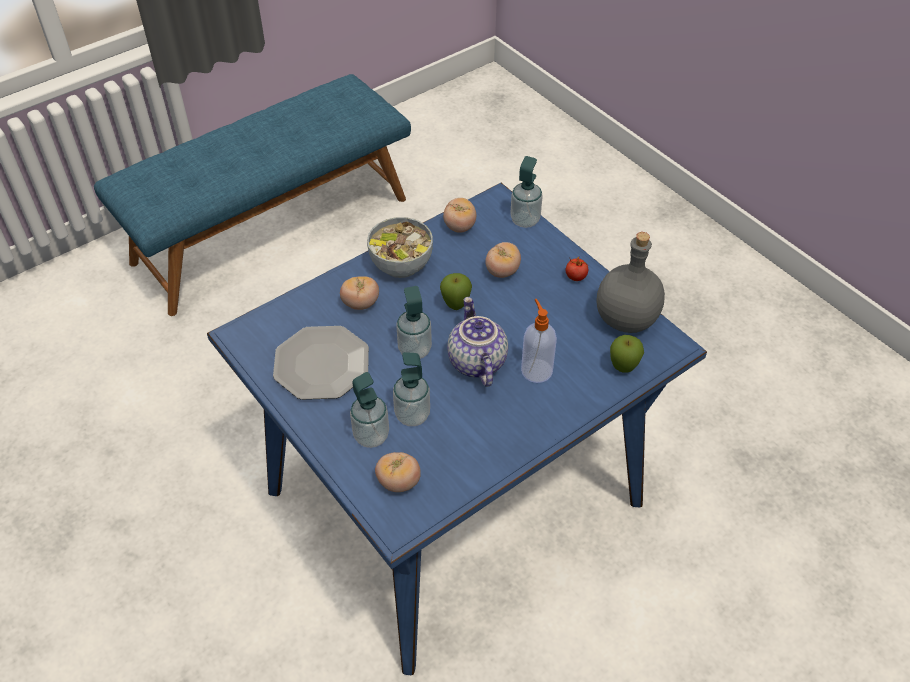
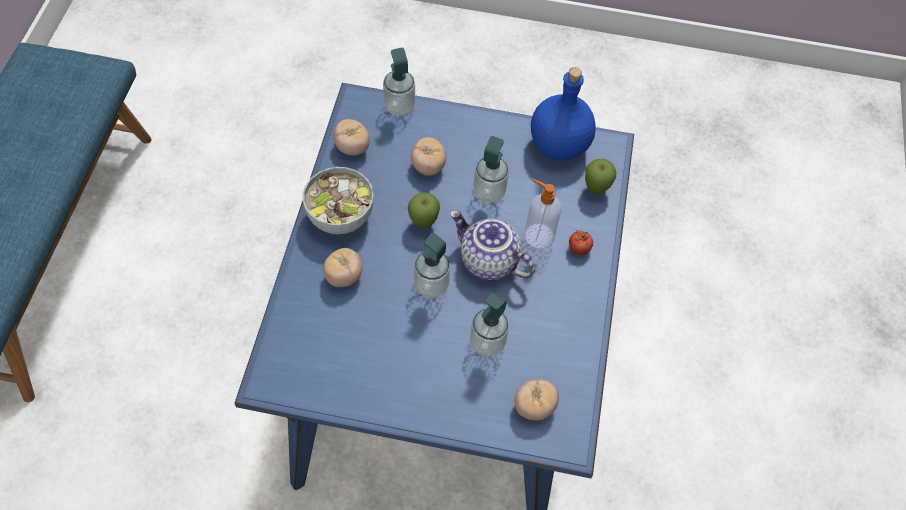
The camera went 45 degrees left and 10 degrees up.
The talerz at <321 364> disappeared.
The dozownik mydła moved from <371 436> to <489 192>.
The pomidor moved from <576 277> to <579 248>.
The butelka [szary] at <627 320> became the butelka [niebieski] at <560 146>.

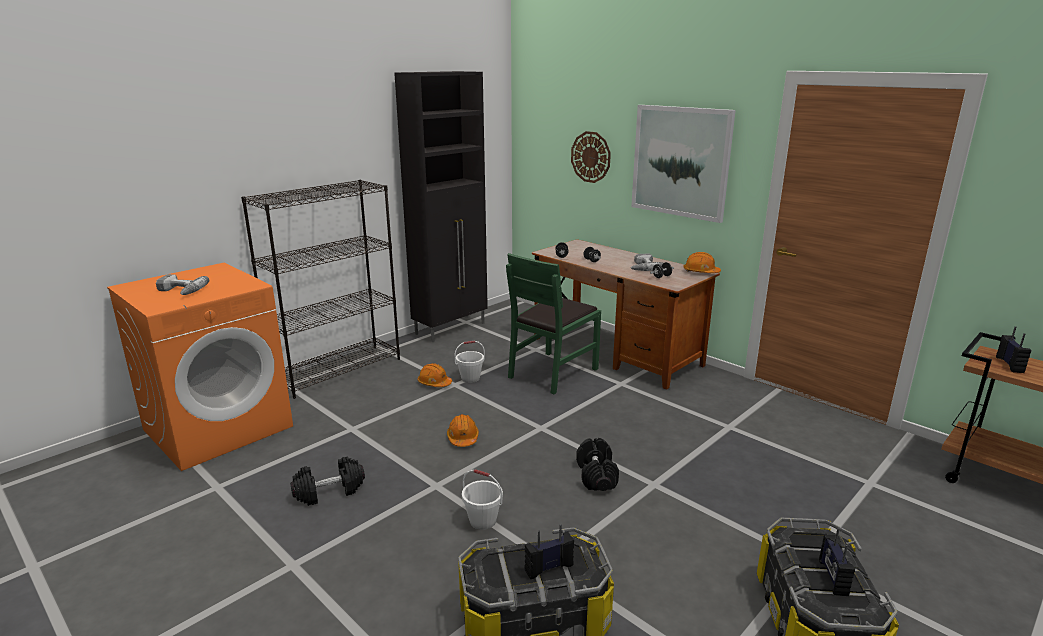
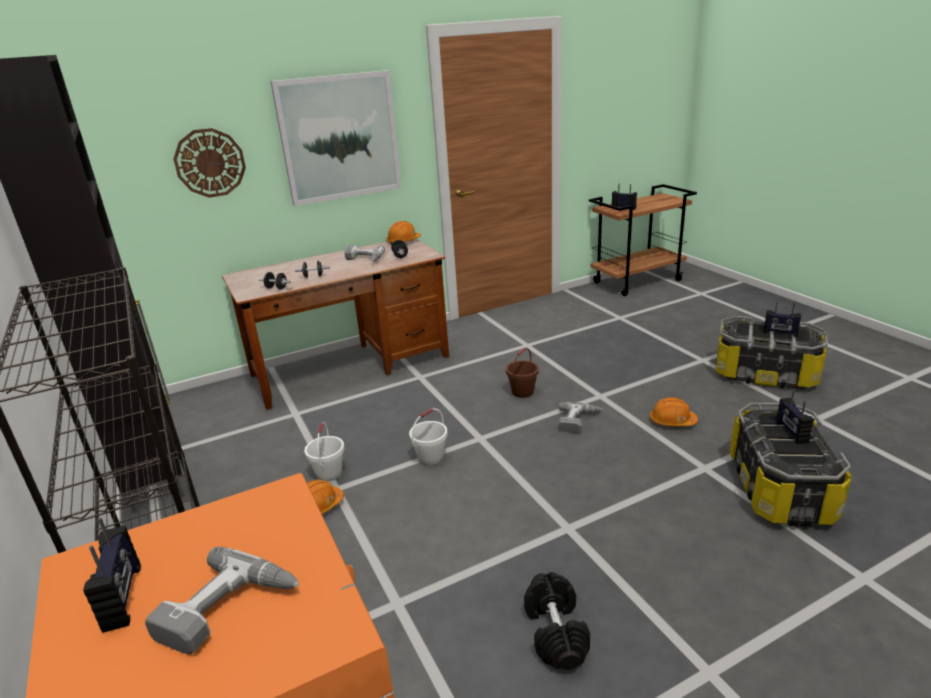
The camera went 70 degrees left and 5 degrees up.
The krzesło [zielony] at <552 372> disappeared.
The radio at <124 597> appeared.
The wiadro [brązowy] at <522 392> appeared.
The kask [pomarańczowy] moved from <463 438> to <672 421>.
The wiadro [biały] moved from <483 520> to <430 457>.
The hantel [czarny] at <596 475> was replaced by the wiertarka at <579 421>.

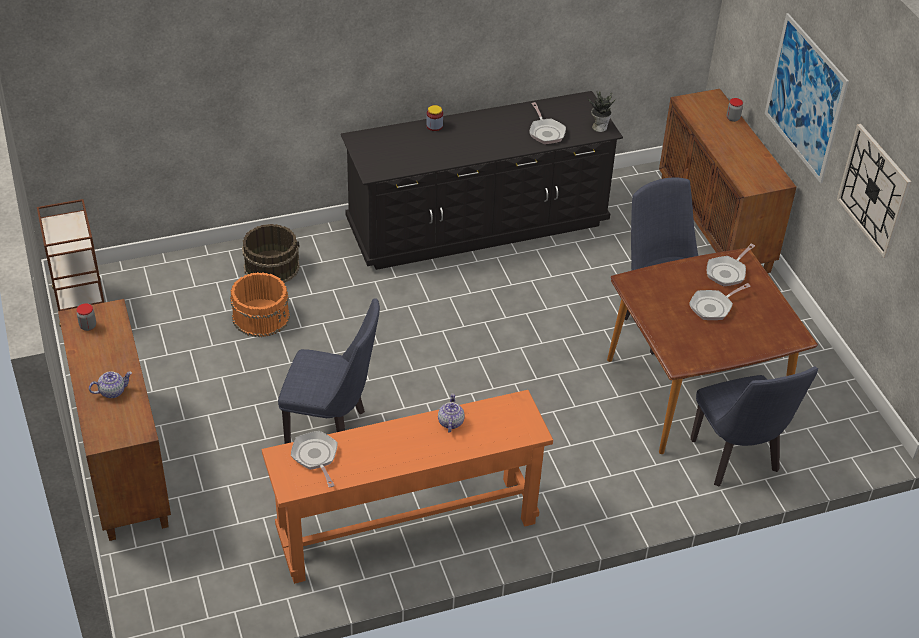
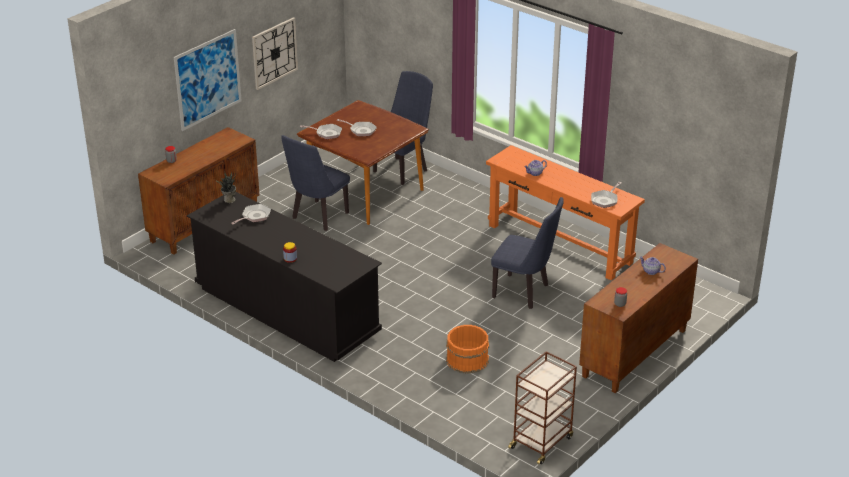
The camera went 120 degrees left and 10 degrees down.
The wiadro [brązowy] at <271 266> disappeared.
The krzesło [niebieski] at <333 430> turned 135 degrees clockwise.

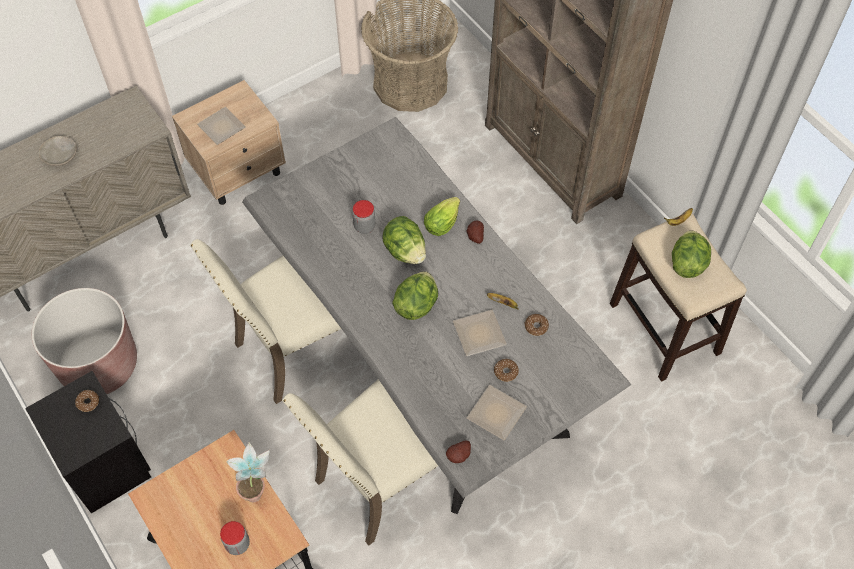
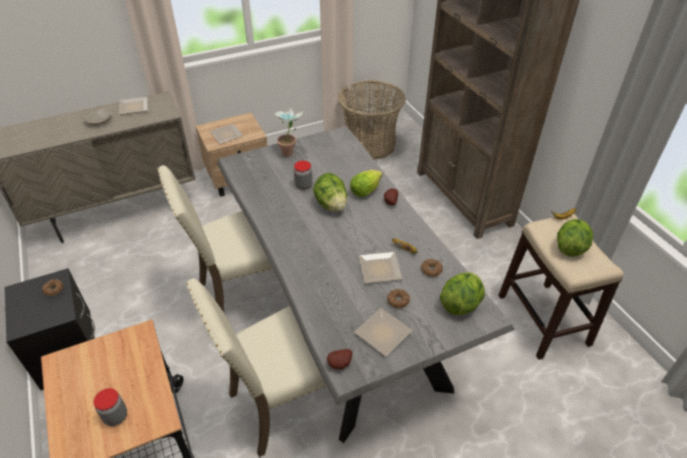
The camera went 10 degrees right and 15 degrees down.
The donica [brązowy] at <99 364> disappeared.
The talerz at <135 107> appeared.
The roślina doniczkowa moved from <257 490> to <290 151>.
The sałata moved from <416 304> to <460 304>.

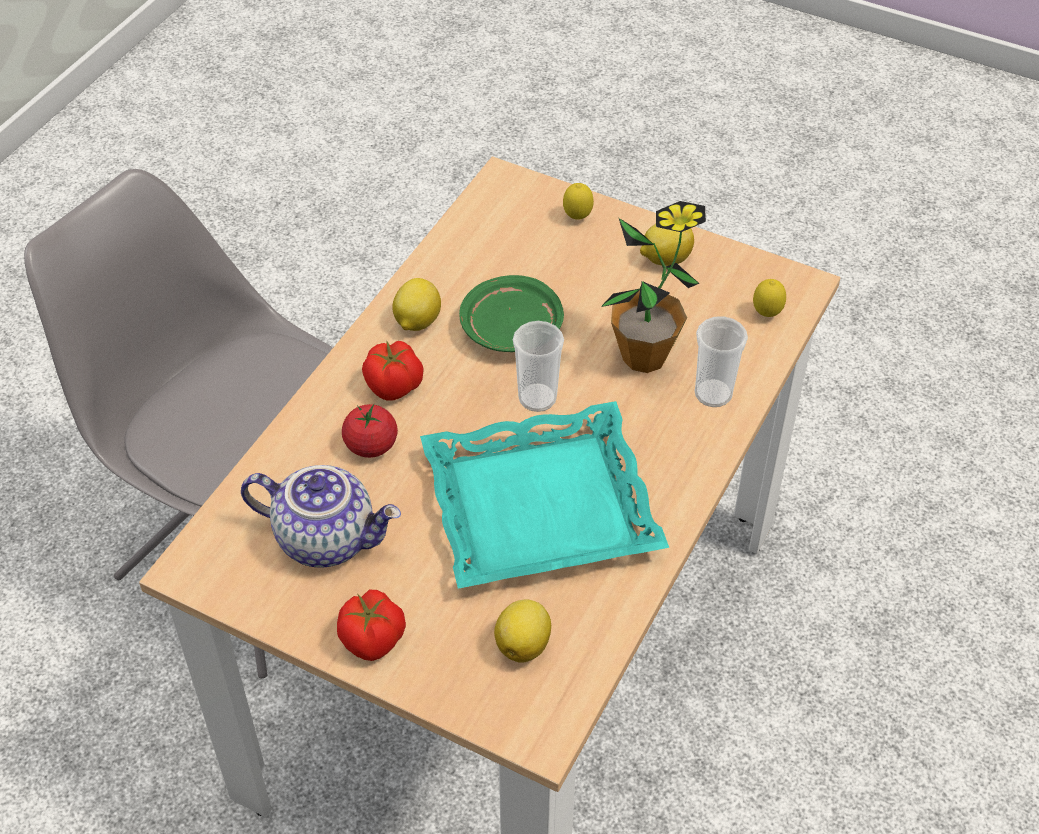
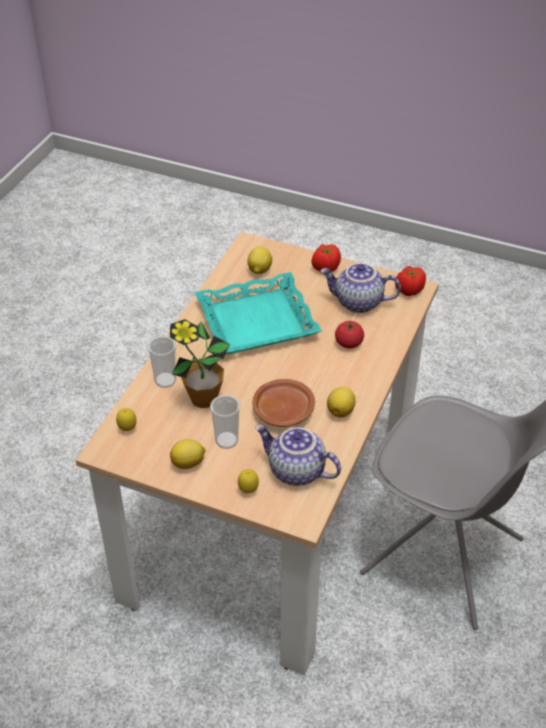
The camera went 175 degrees right and 5 degrees down.
The imbryk at <295 471> appeared.
The pomidor moved from <395 386> to <409 290>.
The filiżanka moved from <537 398> to <226 440>.
The talerz [zielony] at <511 329> became the talerz [brązowy] at <283 410>.

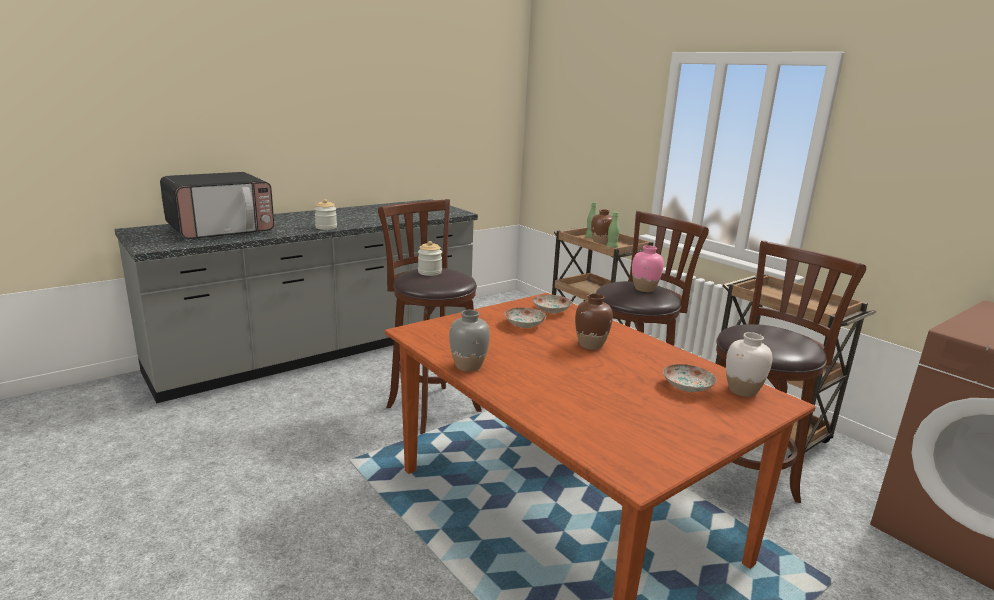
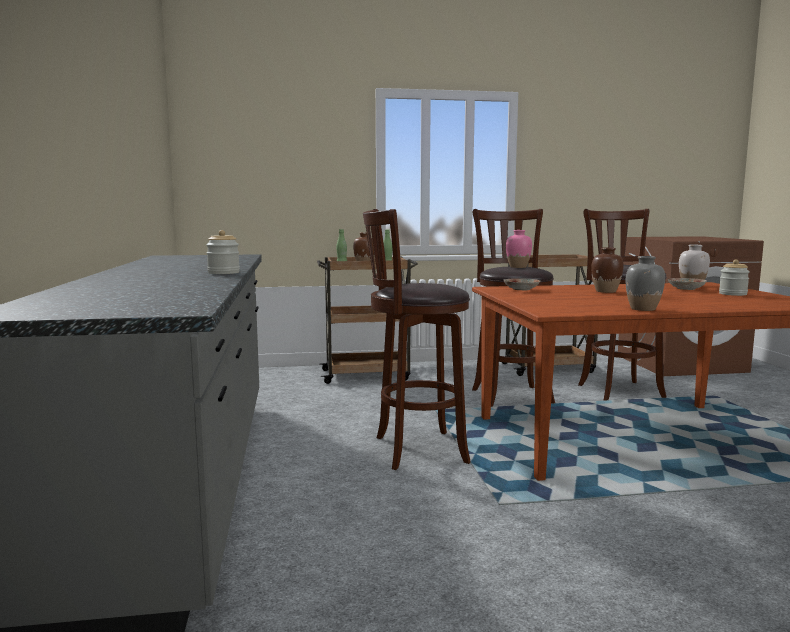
The camera went 60 degrees left and 10 degrees down.
The mikrofalówka at <221 229> disappeared.
The talerz at <524 324> disappeared.
The słoik moved from <429 272> to <732 294>.

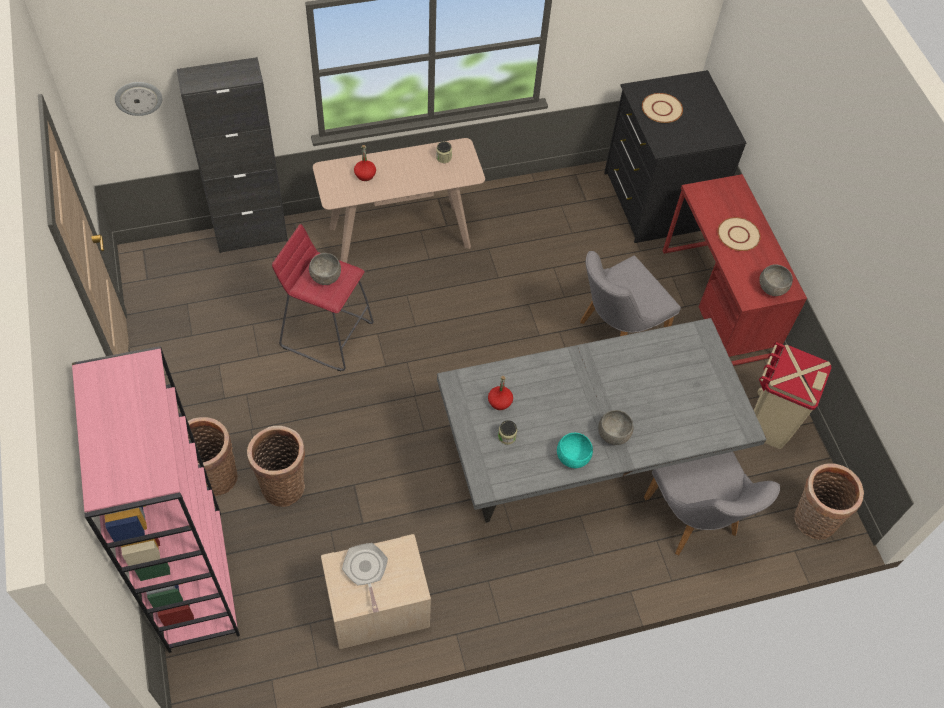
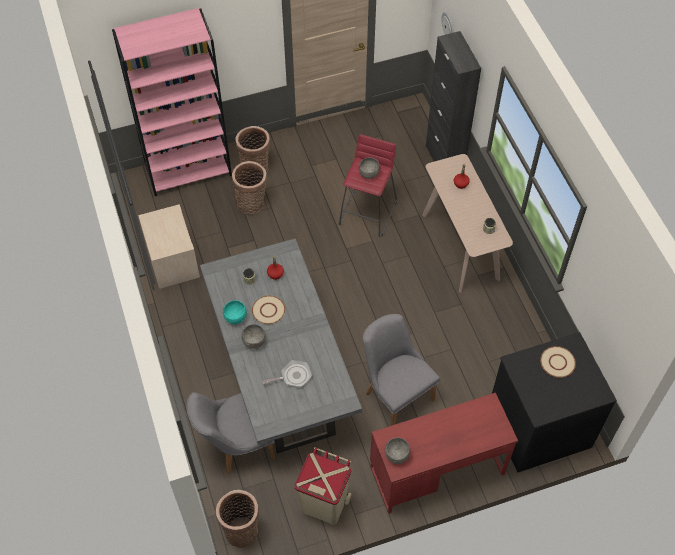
The camera went 90 degrees right and 0 degrees up.
The patelnia moved from <366 570> to <293 376>.
The talerz [beżowy] moved from <738 235> to <268 310>.

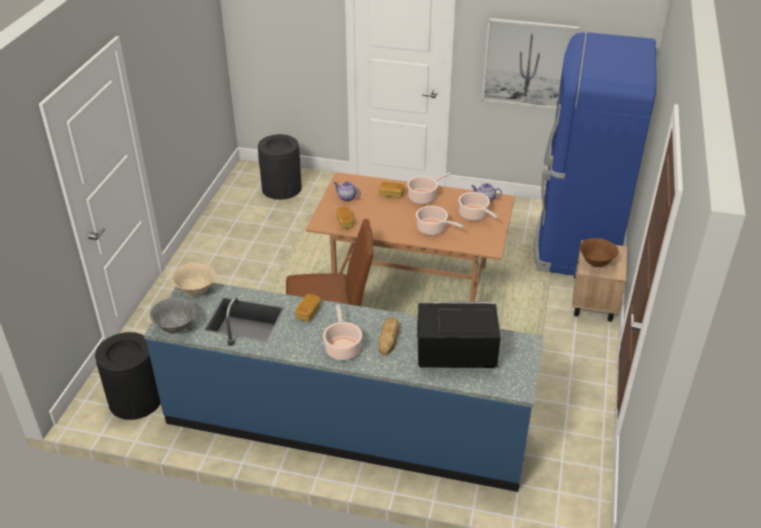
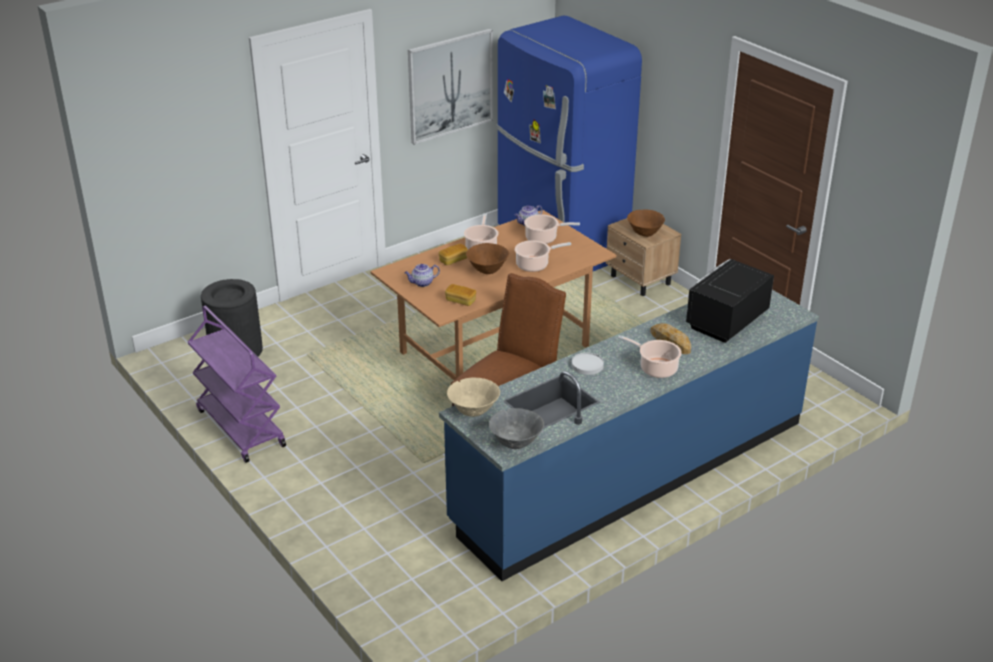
The camera went 50 degrees left and 5 degrees down.
The kosz na śmieci [czarny] at <135 399> disappeared.
The wózek [fioletowy] at <240 428> appeared.
The miska [brązowy] at <487 271> appeared.
The chleb at <308 313> was replaced by the talerz [biały] at <587 365>.

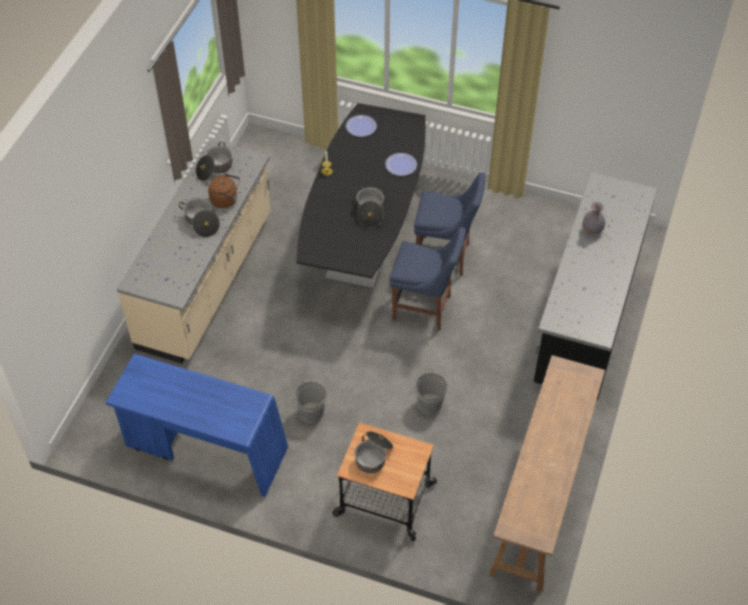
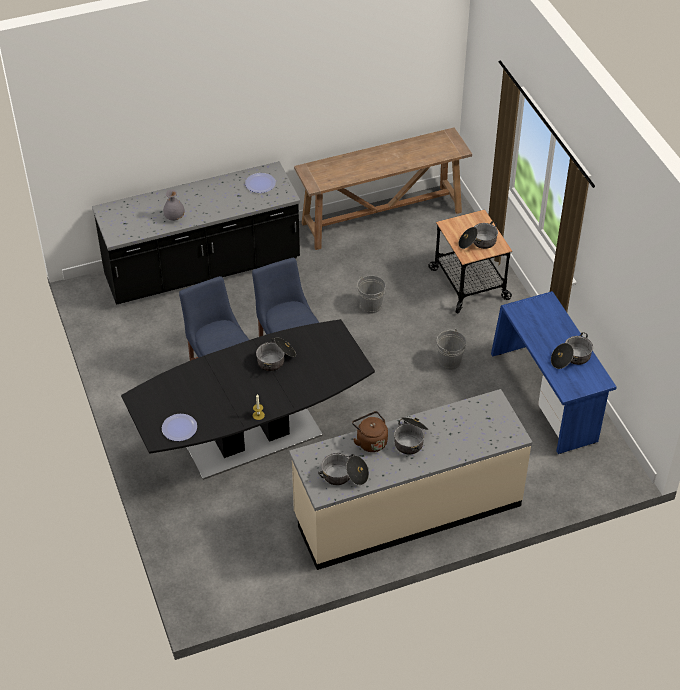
The camera went 130 degrees left and 5 degrees down.
The garnek at <571 358> appeared.
The talerz moved from <401 165> to <260 183>.

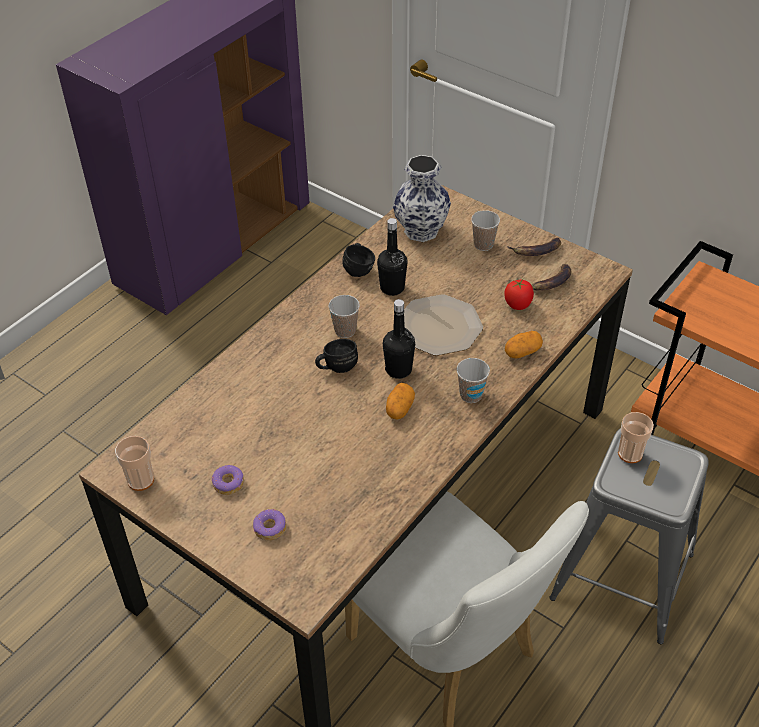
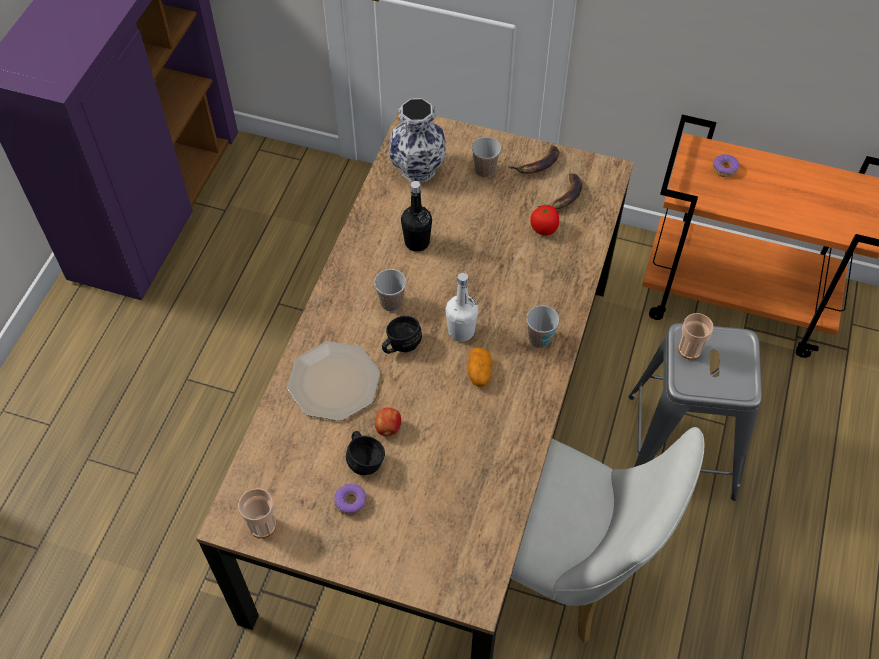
The camera went 20 degrees left and 10 degrees up.
The ziemniak at <522 352> disappeared.
The jabłko at <388 428> appeared.
The donut moved from <269 528> to <724 169>.
The kubek [czarny] moved from <359 269> to <365 459>.
The talerz moved from <439 327> to <334 383>.
The butelka [czarny] at <398 370> became the butelka [biały] at <461 331>.

